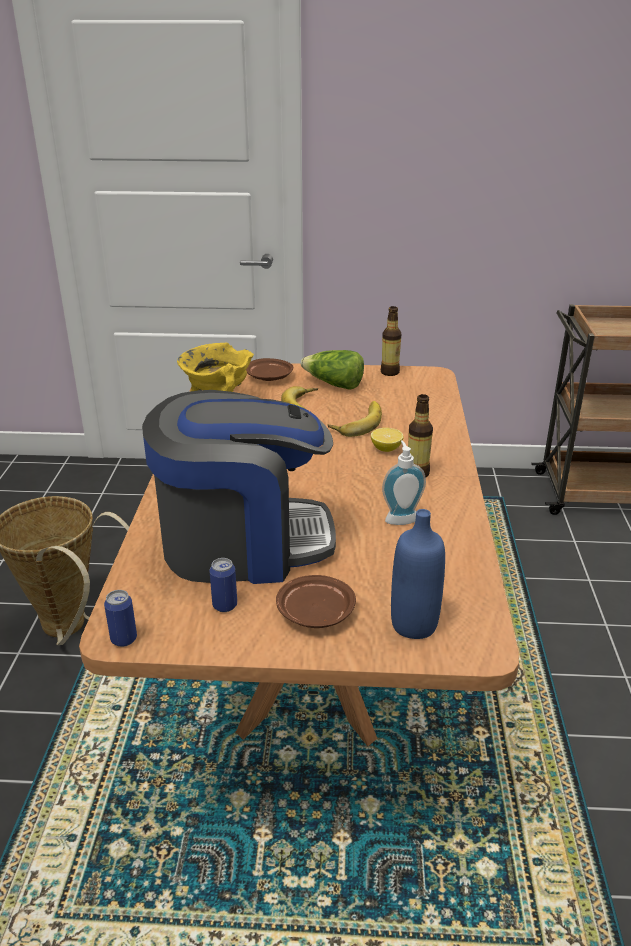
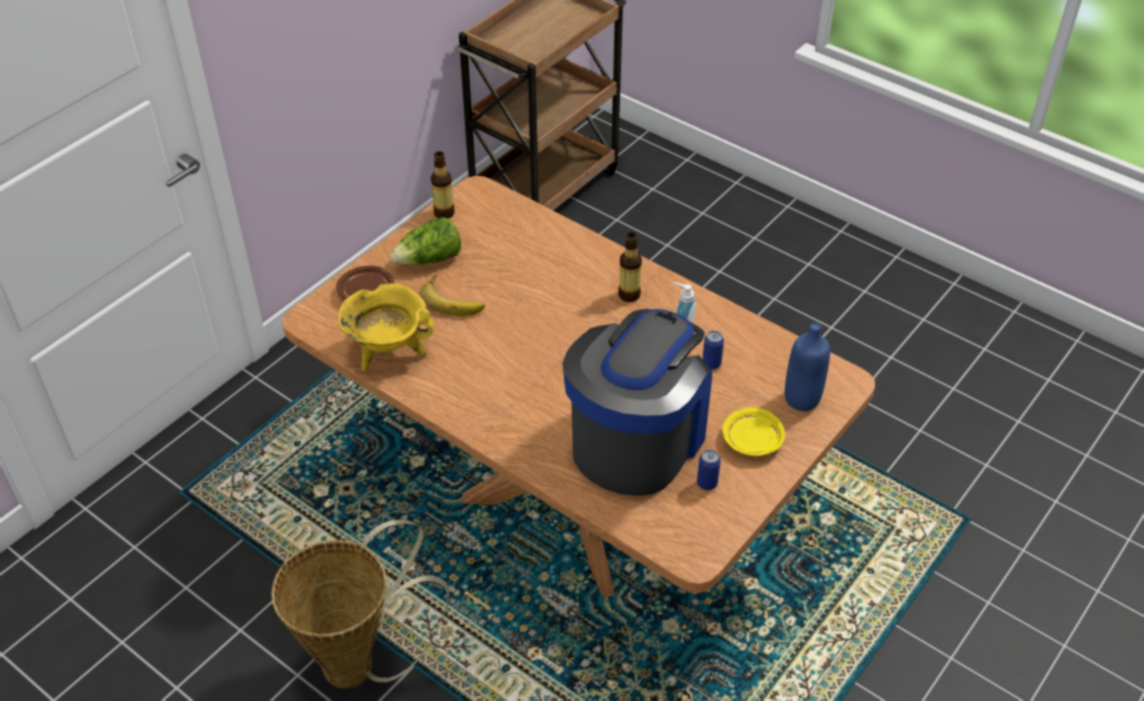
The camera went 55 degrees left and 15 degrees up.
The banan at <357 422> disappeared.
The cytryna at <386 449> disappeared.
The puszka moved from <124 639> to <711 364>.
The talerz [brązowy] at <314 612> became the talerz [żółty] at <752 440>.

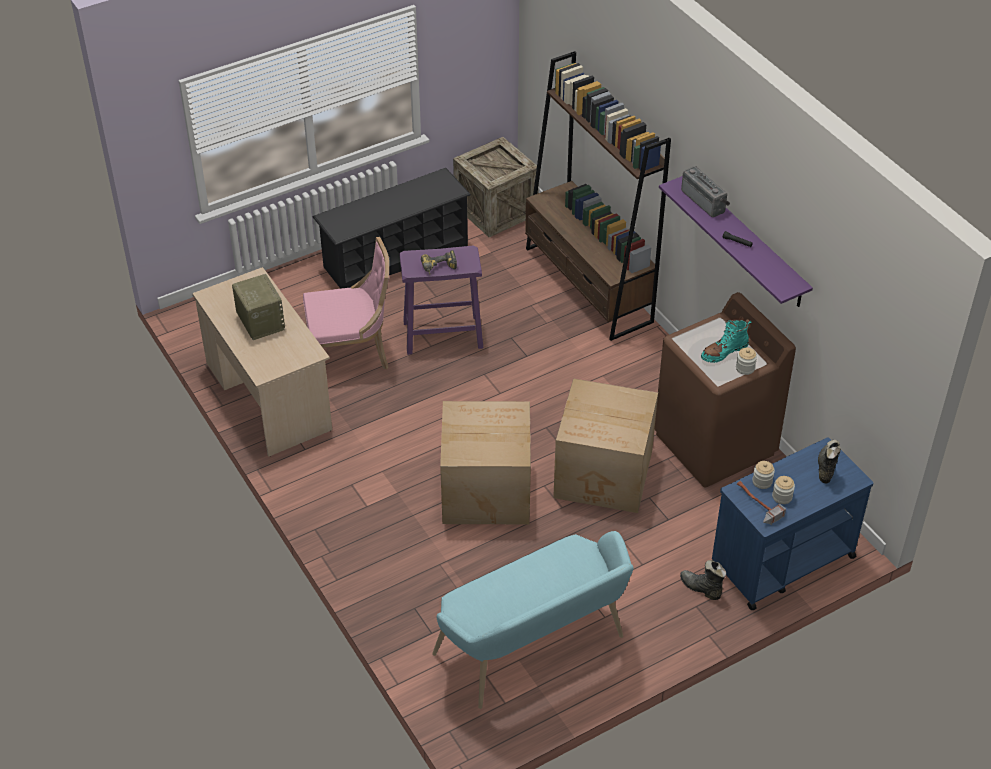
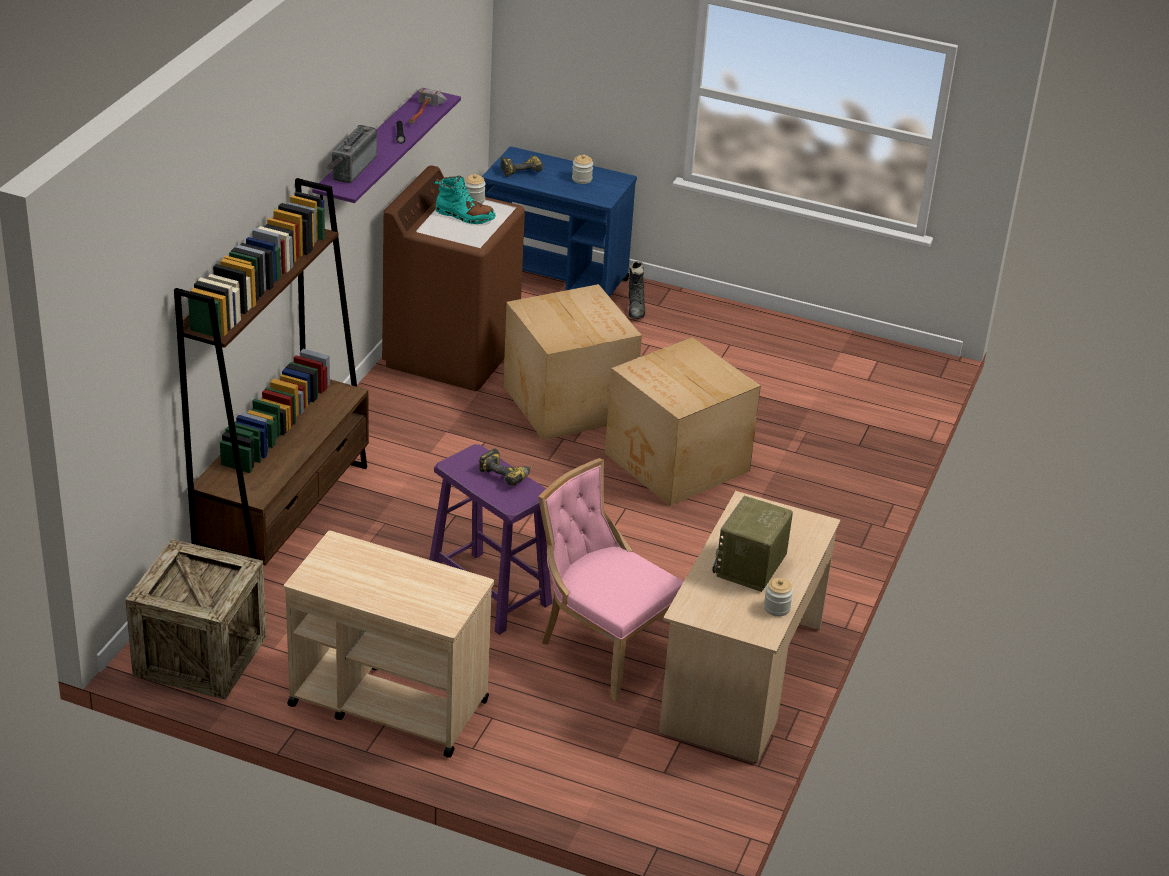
The camera went 130 degrees left and 10 degrees down.
The ławka [turkusowy] at <535 650> disappeared.
The młotek moved from <755 505> to <425 114>.
The słoik moved from <762 481> to <776 608>.
The regał na buty [czarny] at <395 256> was replaced by the wózek [beżowy] at <387 702>.
The but z cholewką [czarny] at <825 467> was replaced by the wiertarka at <520 169>.

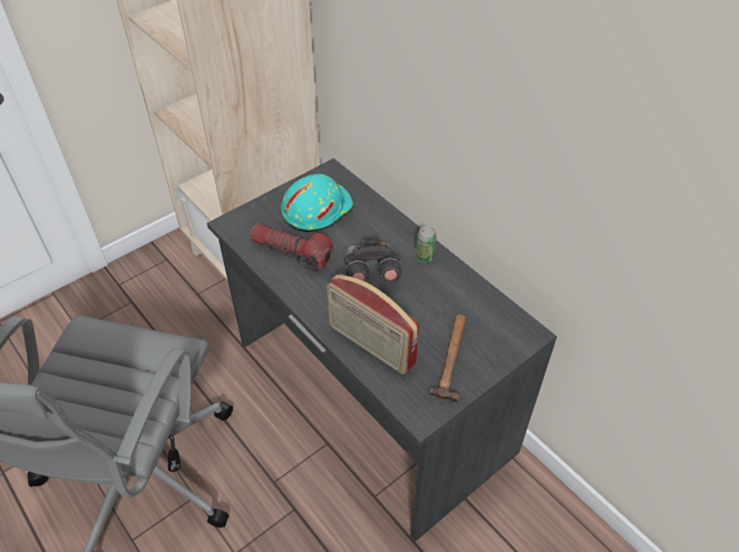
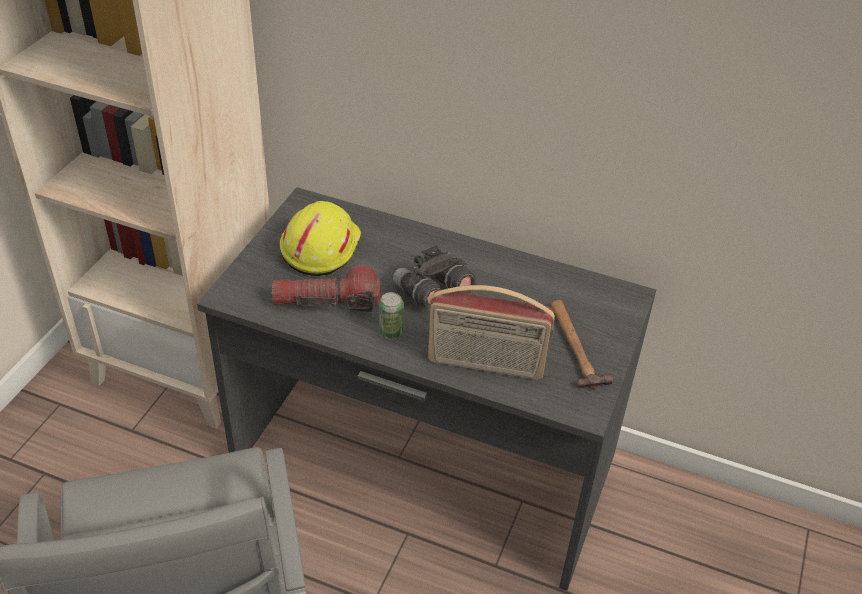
The camera went 30 degrees left and 5 degrees down.
The puszka moved from <425 257> to <391 332>.
The kask [turkusowy] at <316 209> became the kask [żółty] at <320 247>.

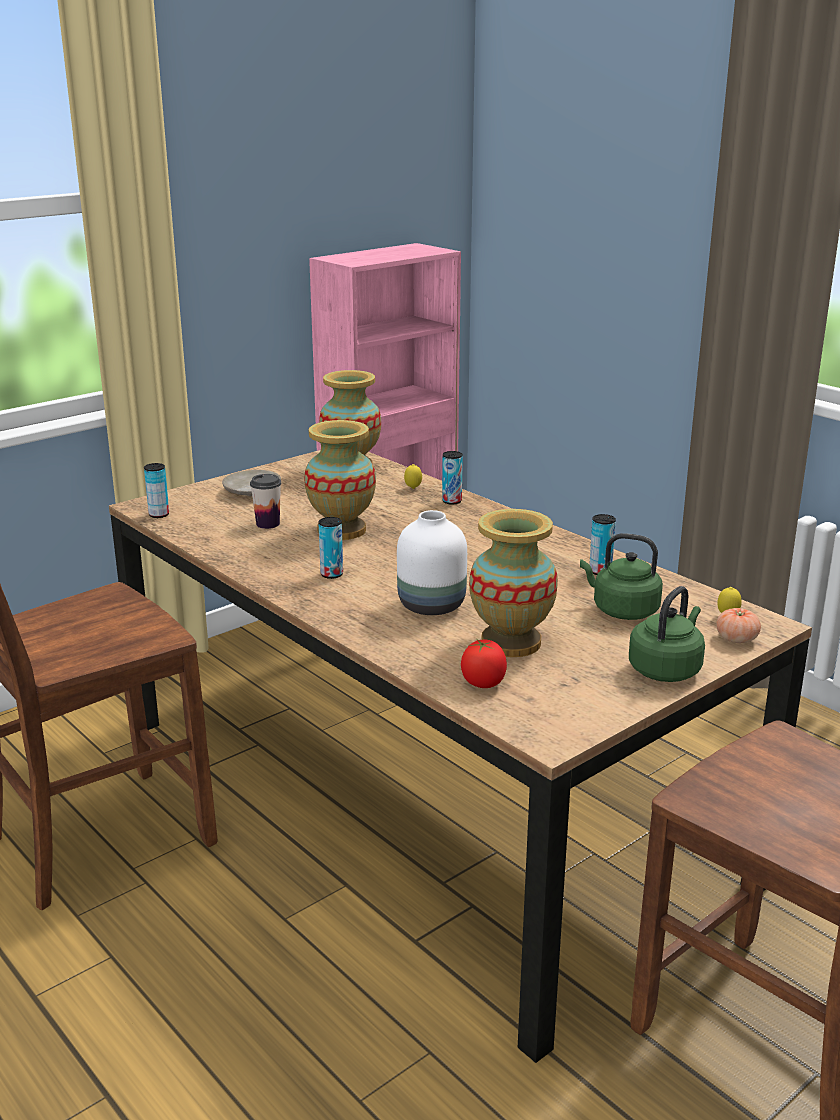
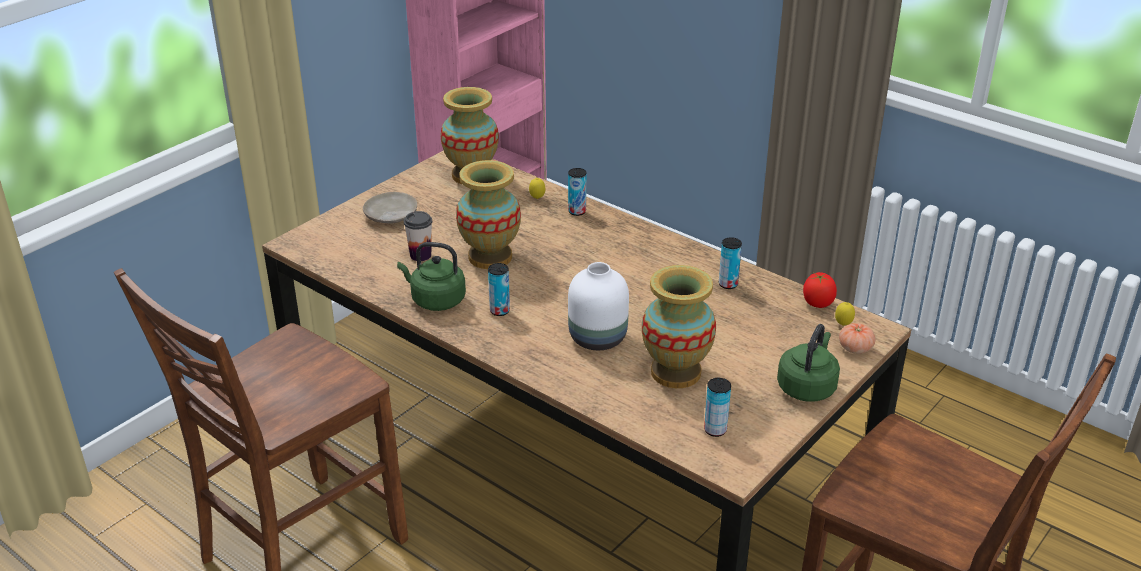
The camera went 10 degrees left and 10 degrees up.
The puszka moved from <159 515> to <715 430>.
The pomidor moved from <483 683> to <817 303>.
The czajnik [zielony] moved from <622 610> to <435 300>.

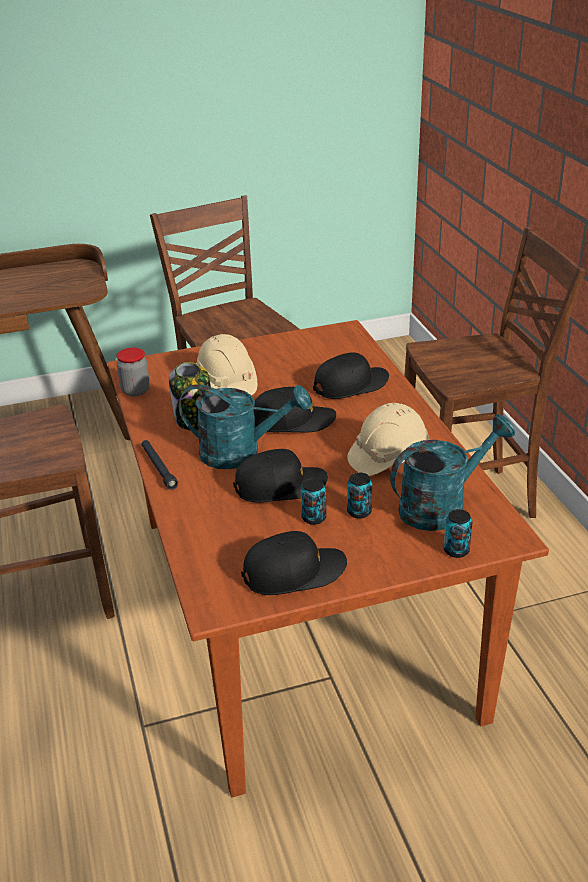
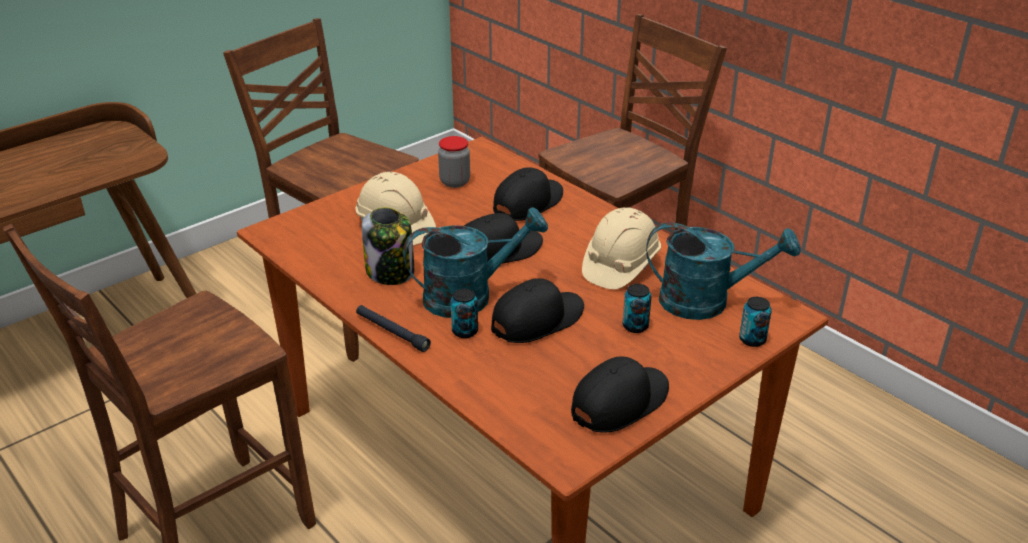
The camera went 25 degrees left and 0 degrees up.
The słoik moved from <135 391> to <455 182>.
The puszka moved from <313 518> to <465 331>.
The konewka [turkusowy] at <441 506> turned 60 degrees clockwise.

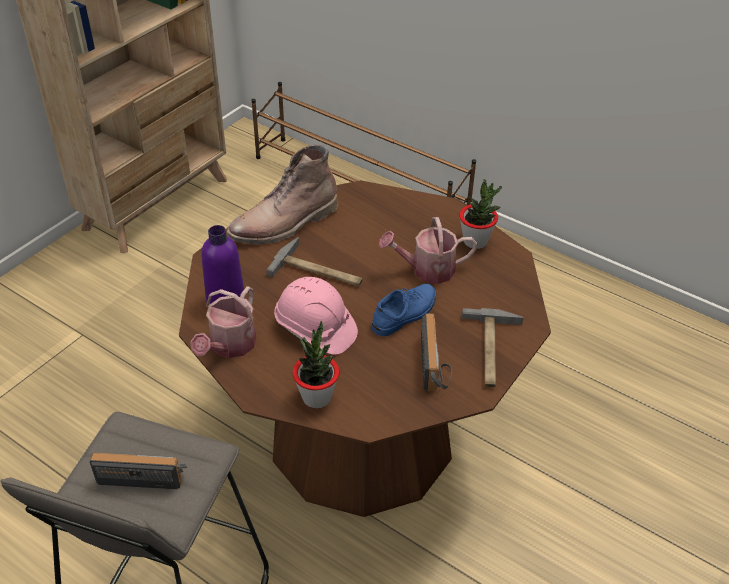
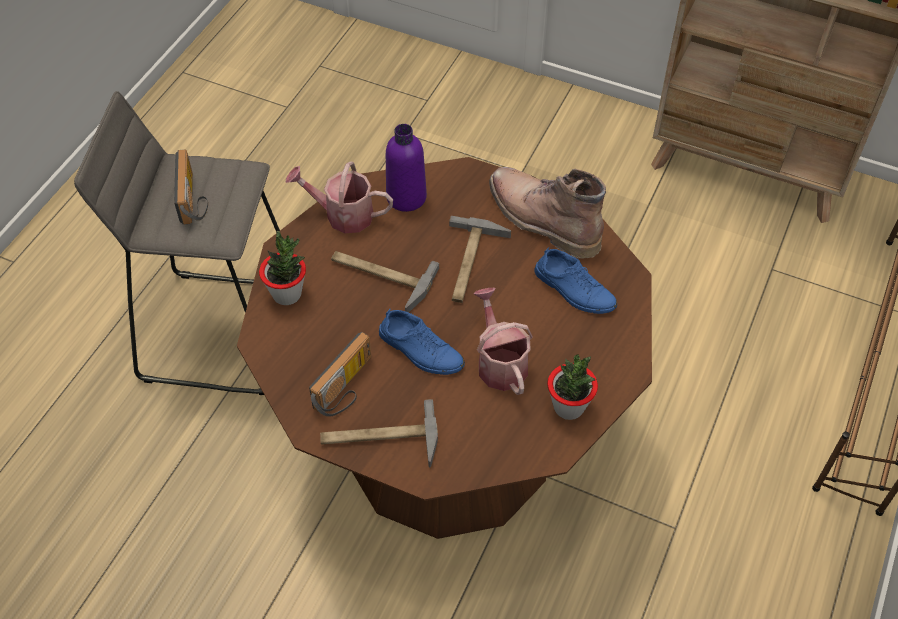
The camera went 80 degrees right and 10 degrees up.
The but [niebieski] at <574 290> appeared.
The kask [różowy] at <315 329> was replaced by the młotek at <380 276>.
The radio at <436 365> turned 45 degrees counterclockwise.

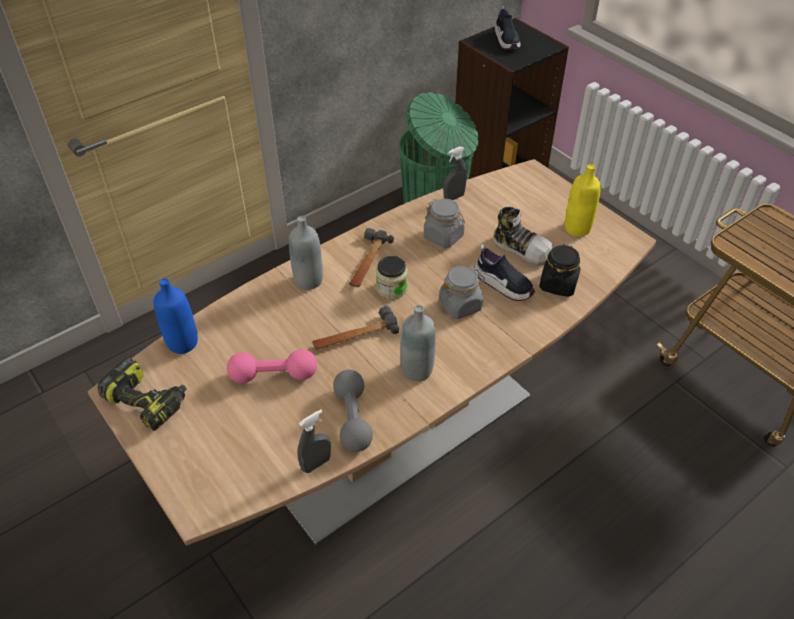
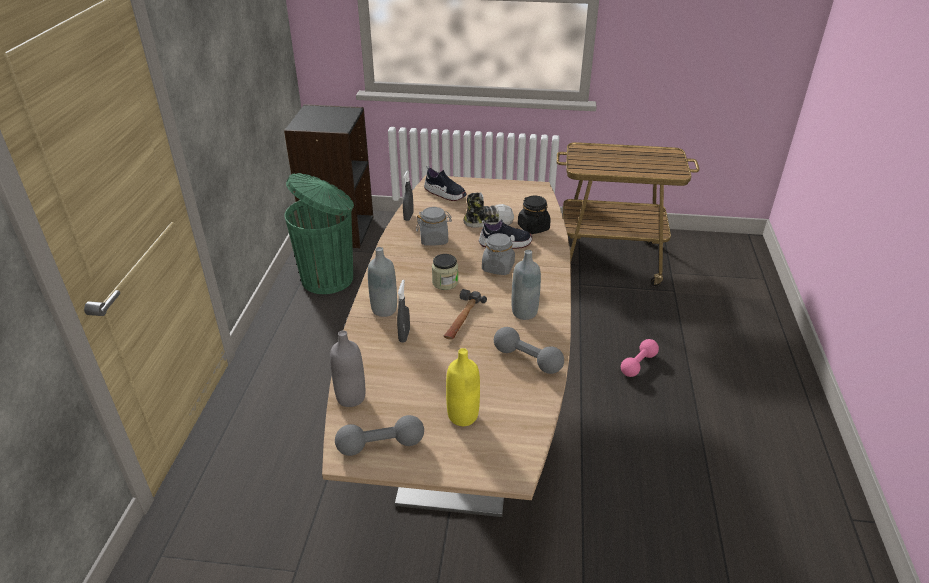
The camera went 45 degrees left and 10 degrees down.
The młotek at <367 262> disappeared.
The hantel [różowy] moved from <273 375> to <638 364>.
The spryskiwacz [szary] moved from <316 464> to <404 335>.
The but moved from <506 40> to <445 194>.
The butelka [żółty] moved from <577 228> to <463 416>.
The wiertarka at <148 401> was replaced by the hantel [szary] at <381 445>.
The butelka [niebieski] at <182 343> became the butelka [szary] at <351 397>.

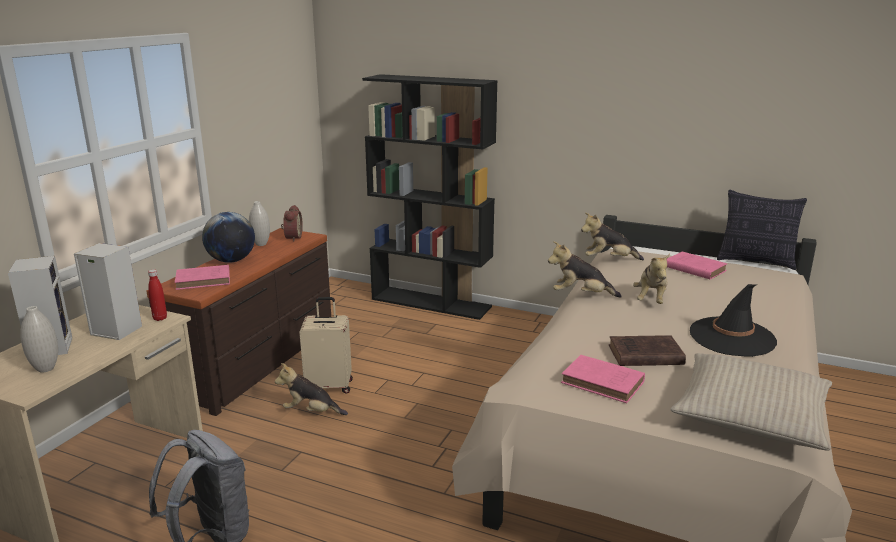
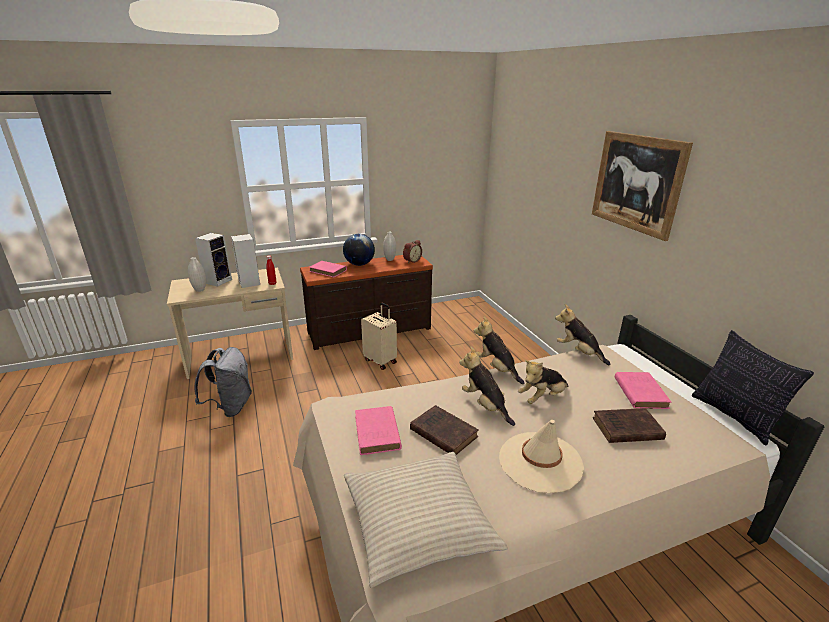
The camera went 45 degrees right and 5 degrees up.
The regał [czarny] at <432 303> disappeared.
The obraz at <637 183> appeared.
The książka [brązowy] at <625 429> appeared.
The pluszak moved from <311 412> to <485 405>.
The kapelusz [czarny] at <732 337> became the kapelusz [beżowy] at <540 462>.

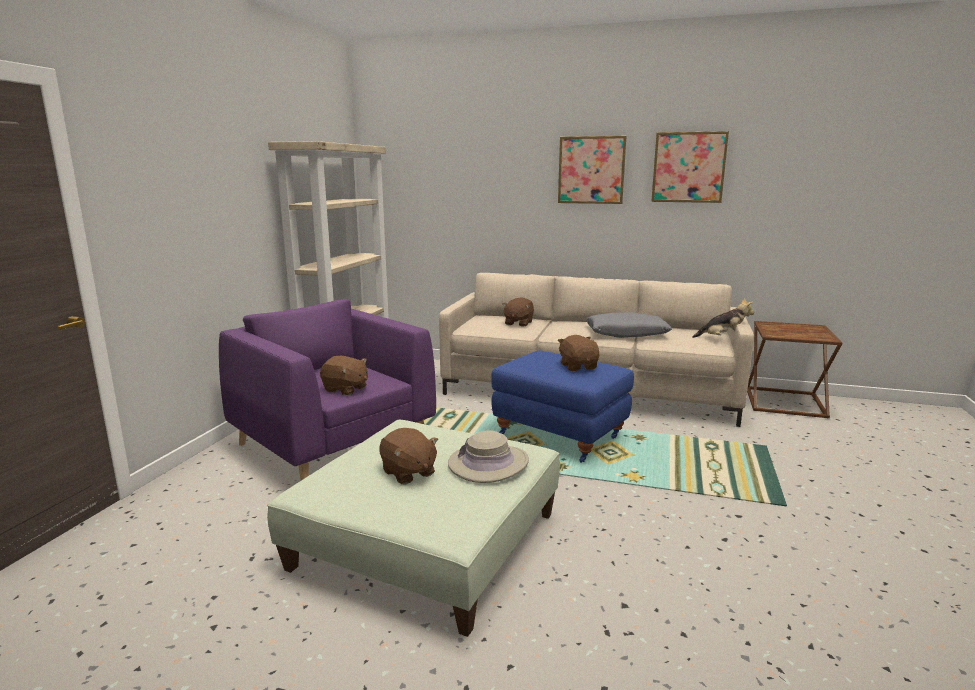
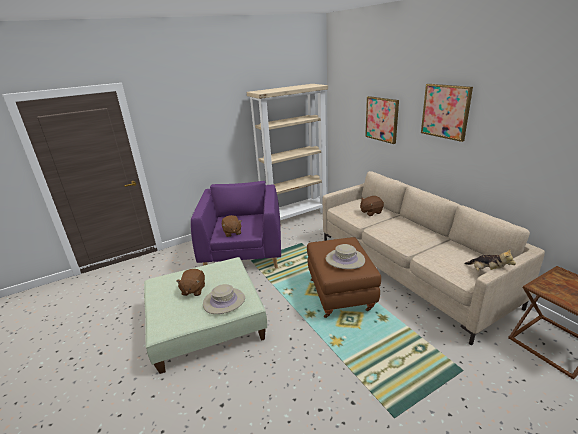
The camera went 45 degrees right and 10 degrees up.
The poduszka [szary] at <626 334> disappeared.
The obraz moved from <688 167> to <382 119>.
The pluszak [brązowy] at <578 366> was replaced by the kapelusz [beżowy] at <345 260>.
The pufa [niebieski] at <561 436> became the pufa [brązowy] at <341 295>.

